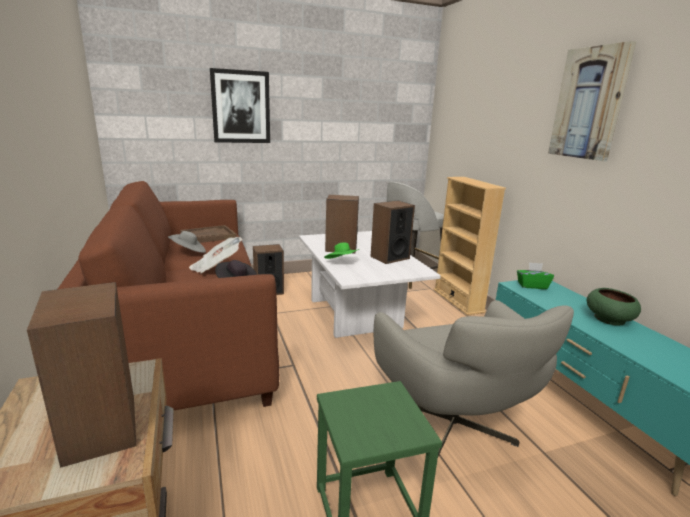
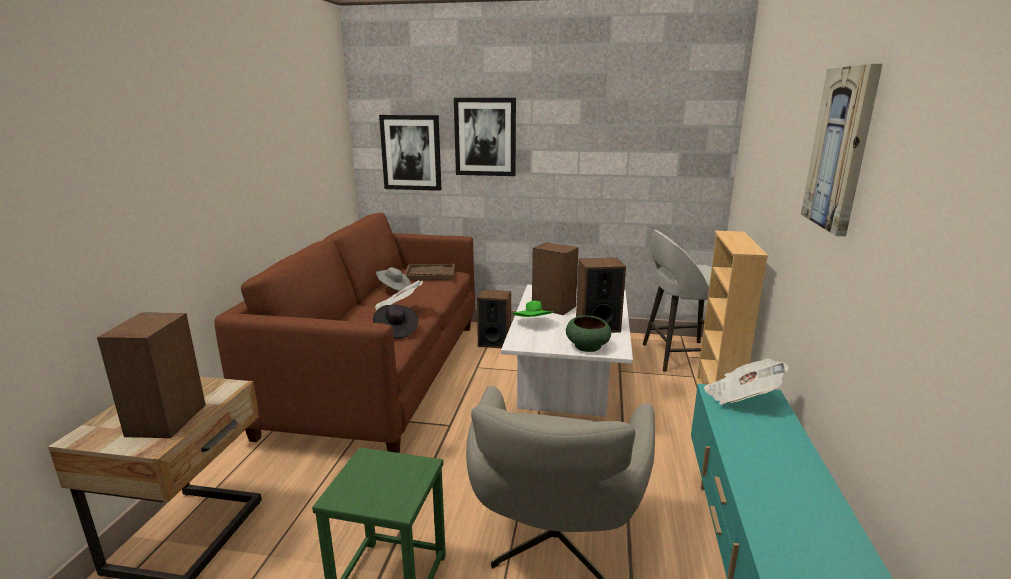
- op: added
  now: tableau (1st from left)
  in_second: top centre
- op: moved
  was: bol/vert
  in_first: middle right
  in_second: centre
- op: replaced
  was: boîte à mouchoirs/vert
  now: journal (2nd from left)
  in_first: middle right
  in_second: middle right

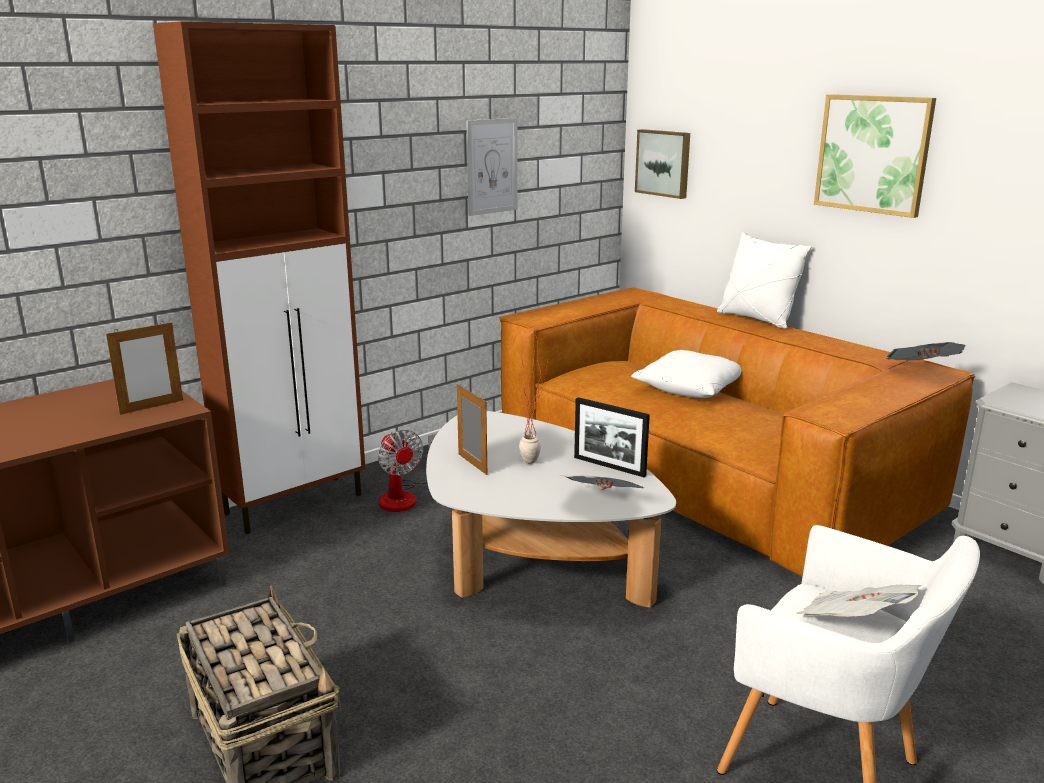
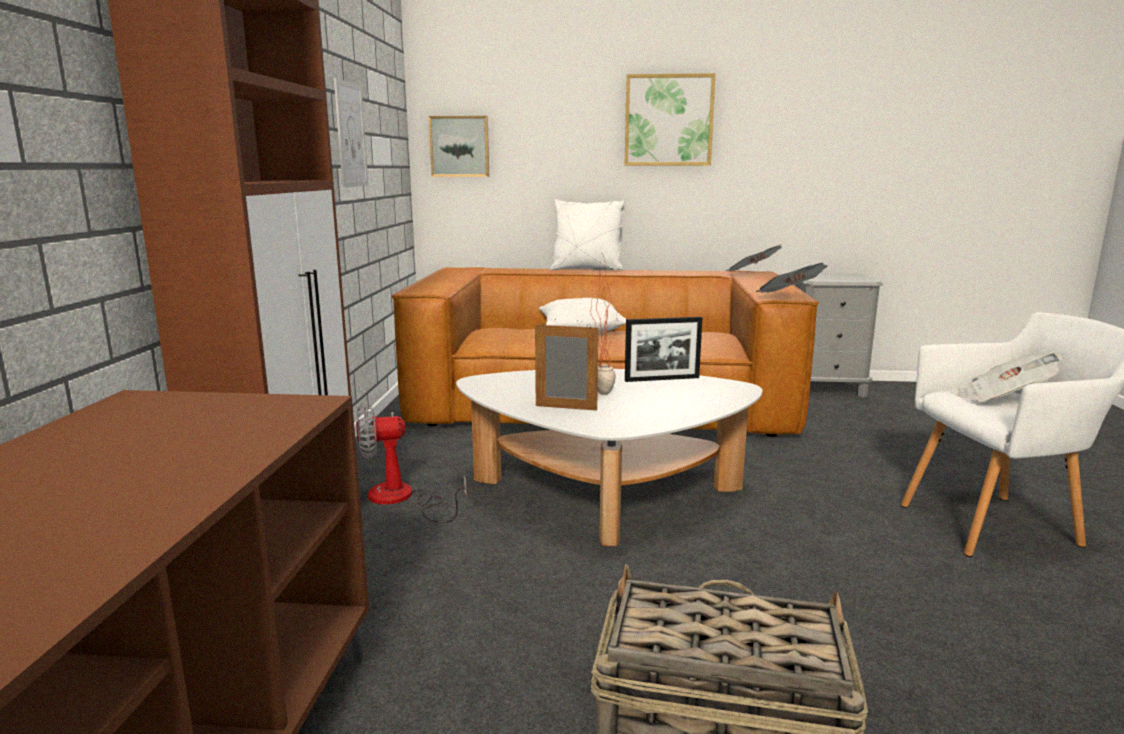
- op: turned
  was: ventilateur
  in_first: centre
  in_second: centre
  clockwise: 150
- op: moved
  was: journal (1st from left in the first image)
  now: journal (2nd from left)
  in_first: centre
  in_second: middle right
- op: removed
  was: cadre photo (1st from left)
  in_first: middle left

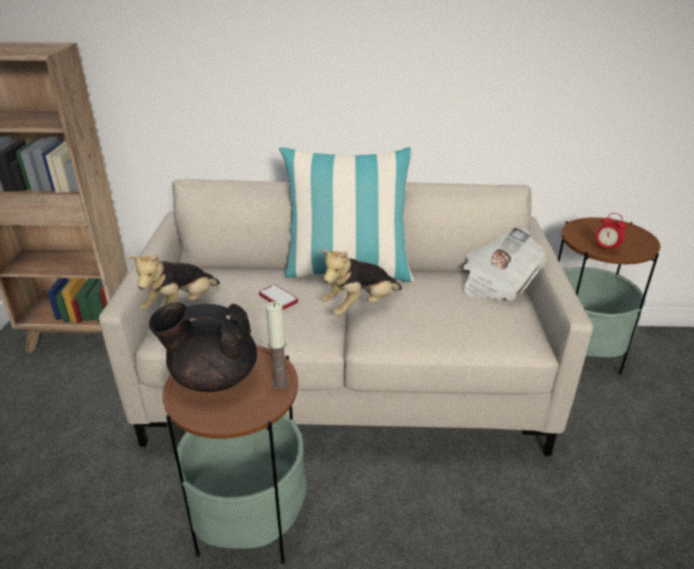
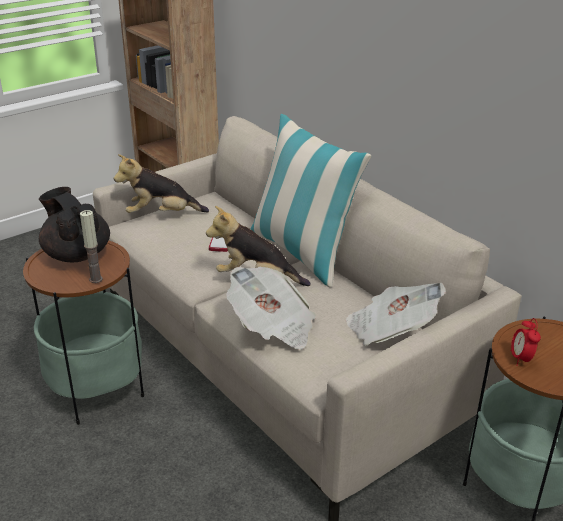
- op: added
  now: journal (1st from left)
  in_second: centre

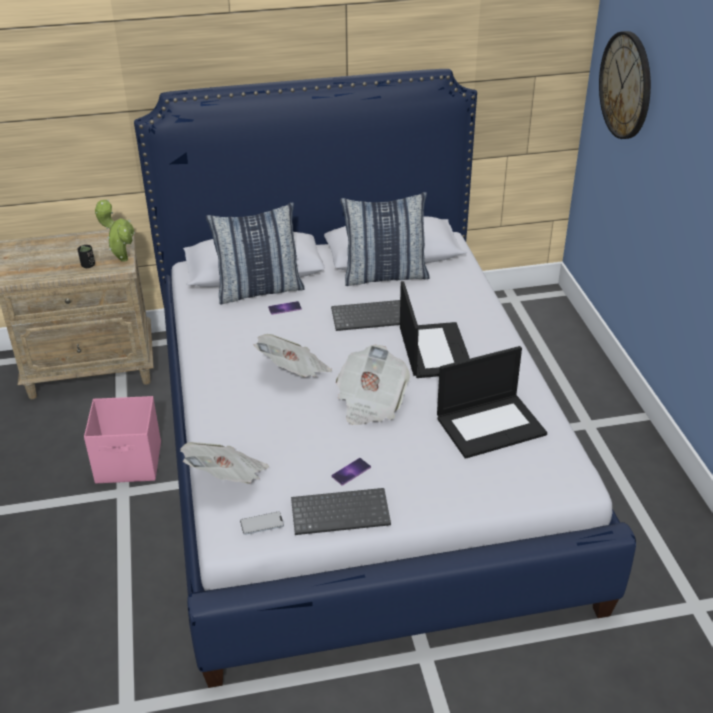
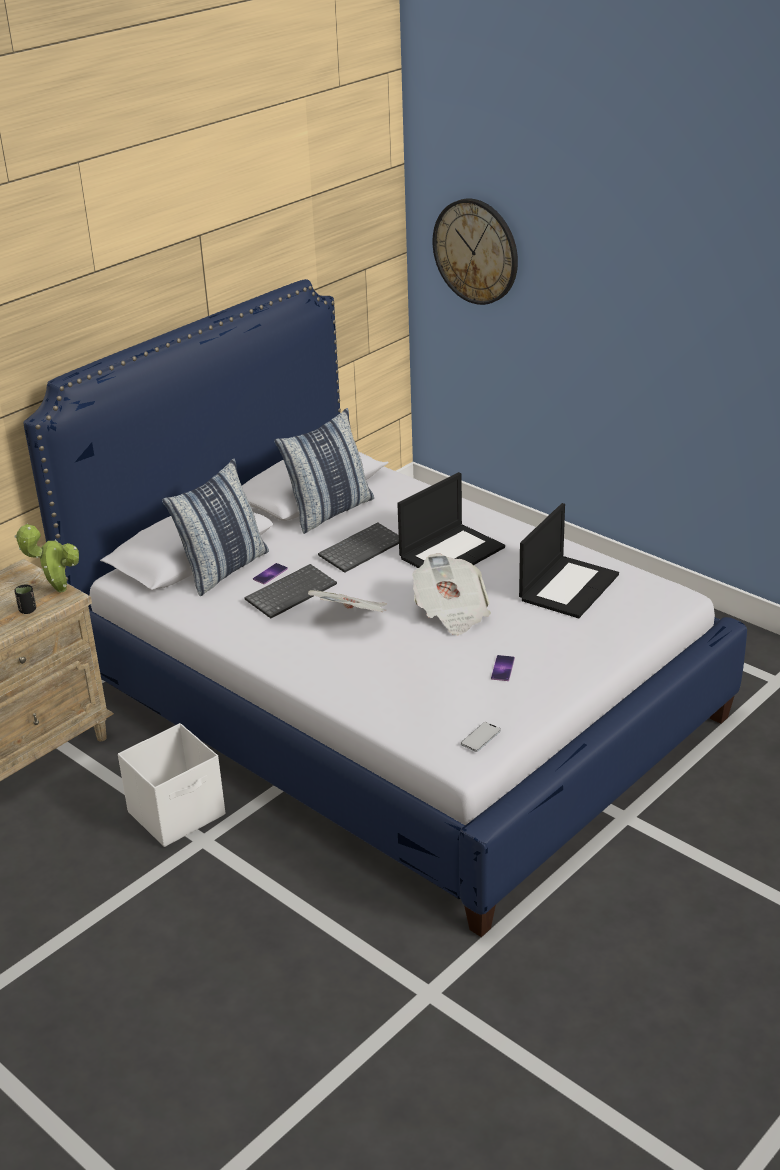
- op: recoloured
  was: boîte de rangement/rose
  now: boîte de rangement/blanc
  in_first: middle left
  in_second: bottom left
- op: moved
  was: clavier (1st from left)
  in_first: bottom centre
  in_second: centre
- op: turned
  was: ordinateur portable (1st from left)
  in_first: centre
  in_second: centre
  clockwise: 90
- op: removed
  was: journal (1st from left)
  in_first: middle left

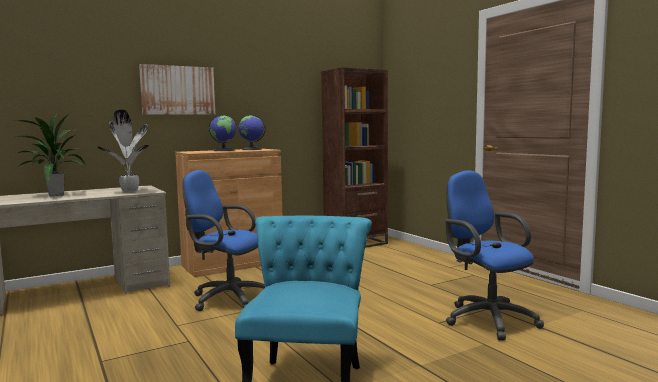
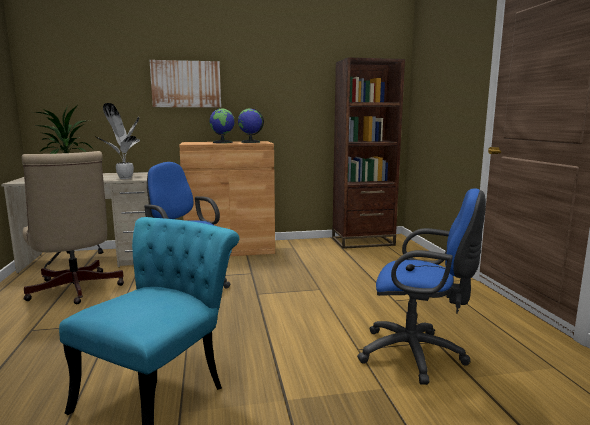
- op: added
  now: chaise de bureau/beige
  in_second: middle left
- op: turned
  was: chaise de bureau/bleu (2nd from left)
  in_first: bottom right
  in_second: bottom right
  clockwise: 120

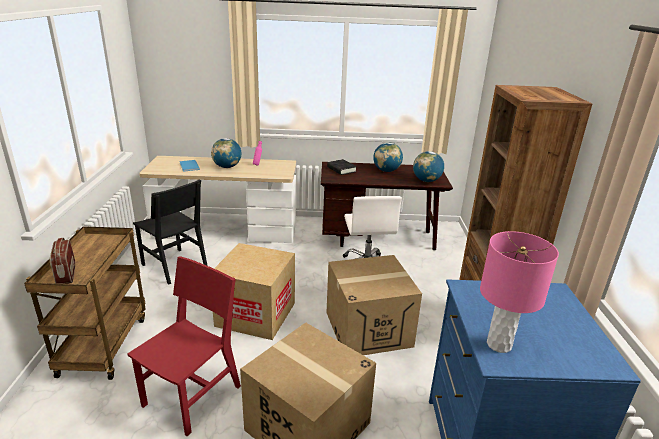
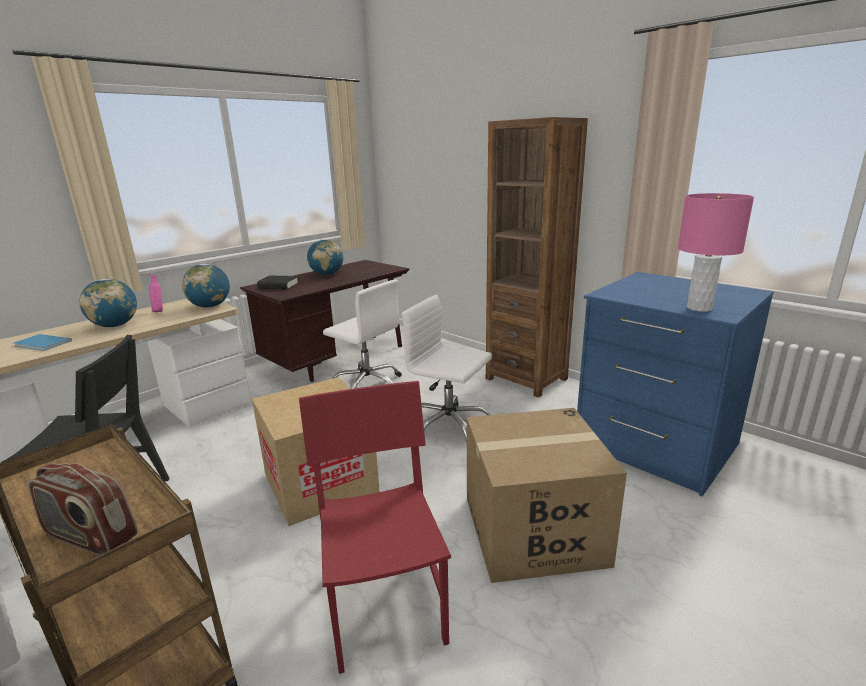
- op: moved
  was: globe (3rd from left in the first image)
  now: globe (2nd from left)
  in_first: centre
  in_second: middle left
- op: replaced
  was: carton (3rd from left)
  now: chaise de bureau/blanc (2nd from left)
  in_first: bottom centre
  in_second: centre

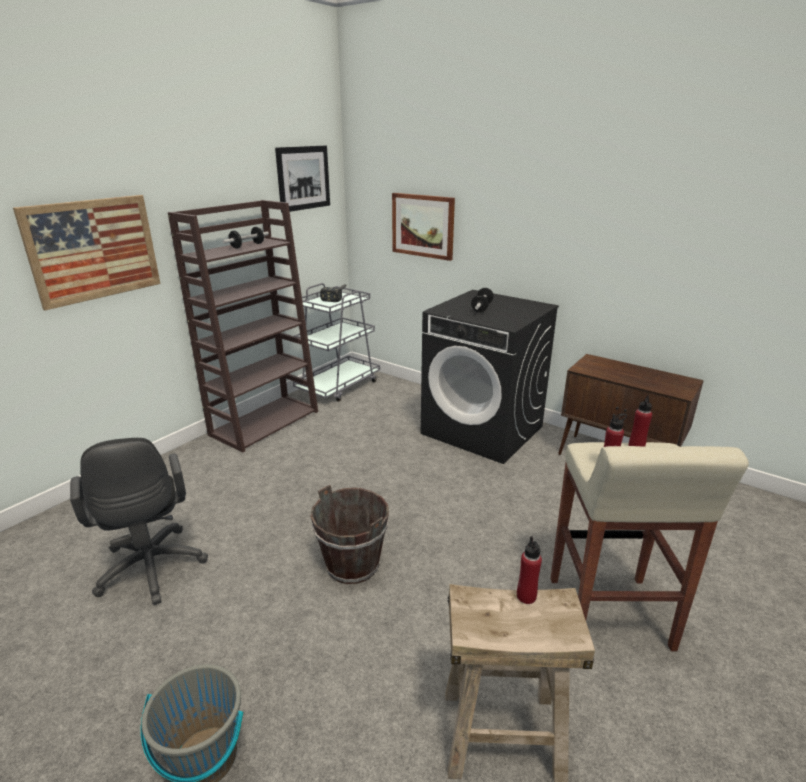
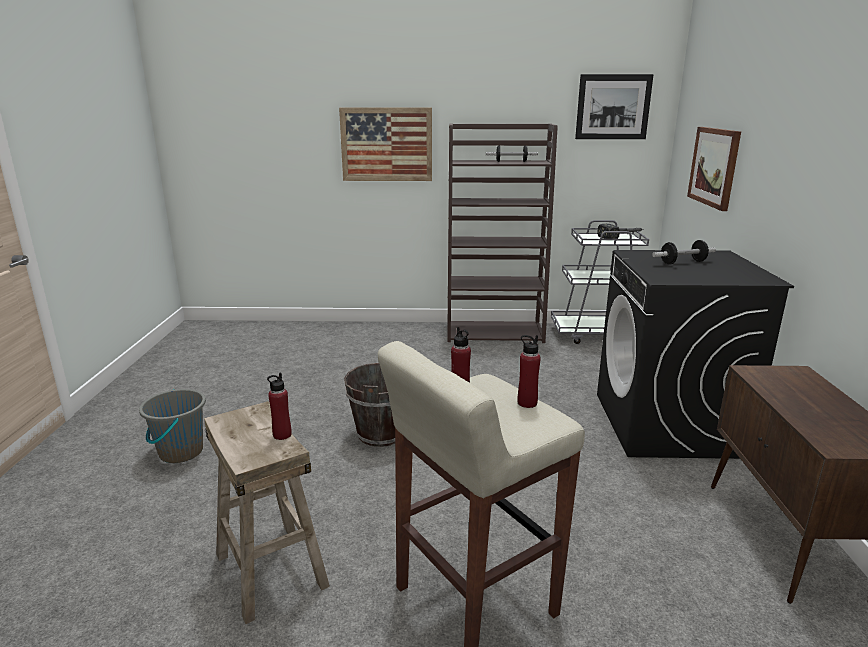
- op: removed
  was: chaise de bureau/noir
  in_first: middle left

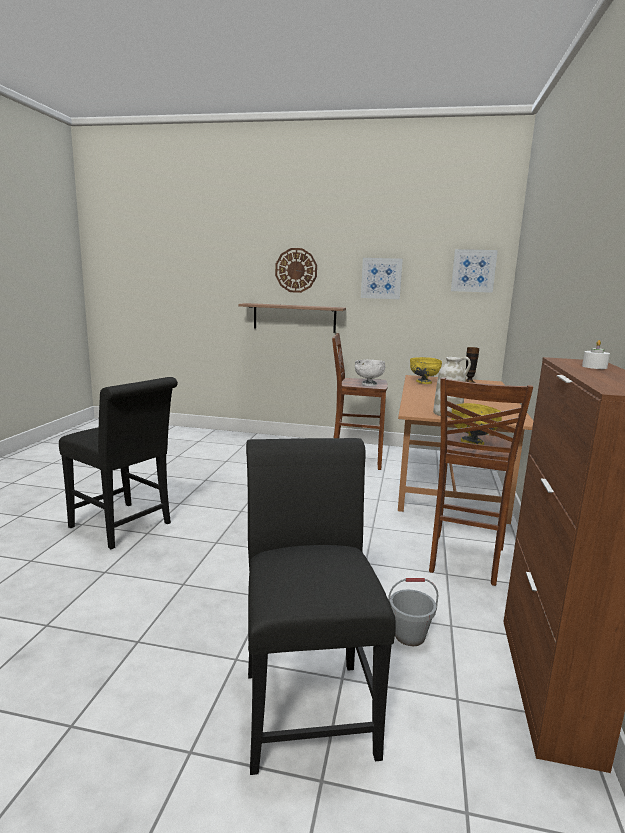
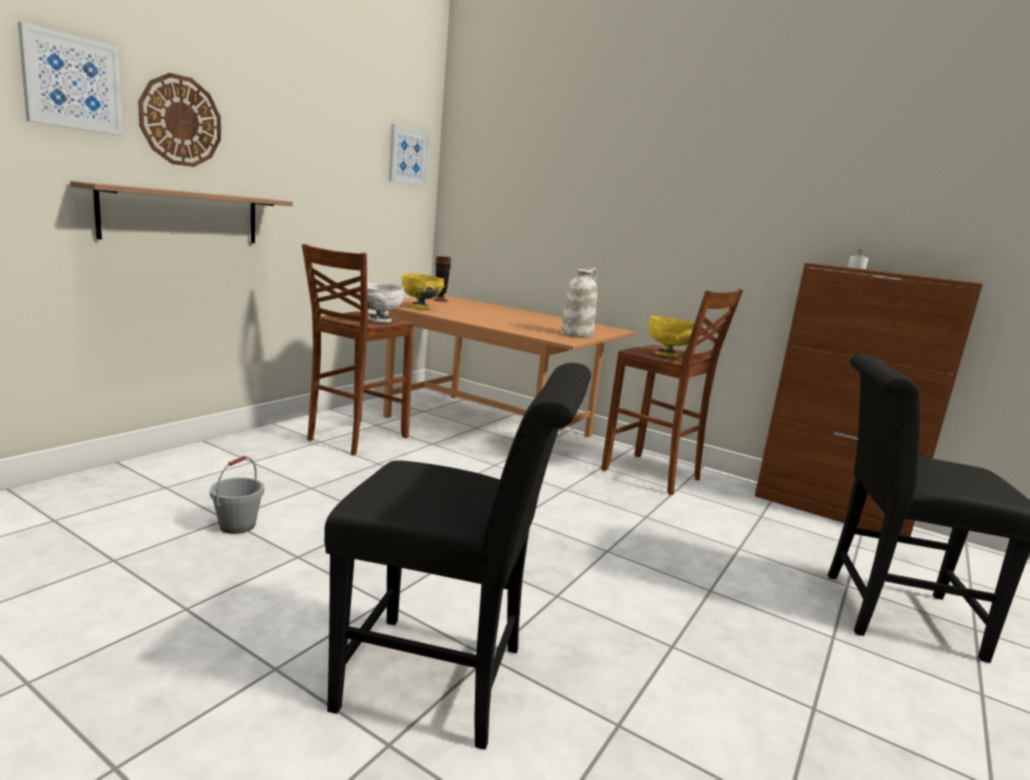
- op: moved
  was: tableau (1st from left)
  in_first: centre
  in_second: top left
- op: moved
  was: seau/gris
  in_first: bottom centre
  in_second: middle left
- op: turned
  was: chaise/noir (1st from left)
  in_first: middle left
  in_second: bottom centre
  clockwise: 45

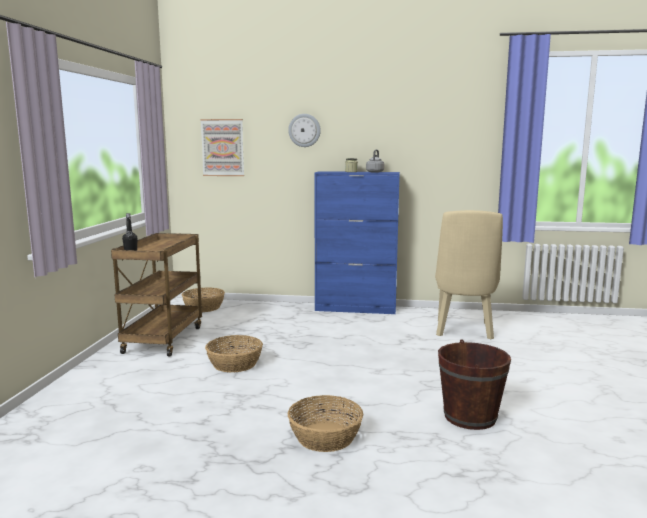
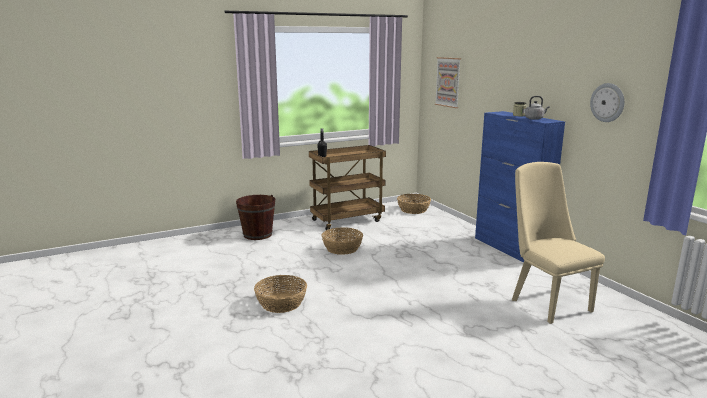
- op: moved
  was: seau/marron
  in_first: bottom right
  in_second: centre
- op: turned
  was: chaise/beige
  in_first: middle right
  in_second: middle right
  clockwise: 90
- op: moved
  was: horloge murale
  in_first: top centre
  in_second: top right

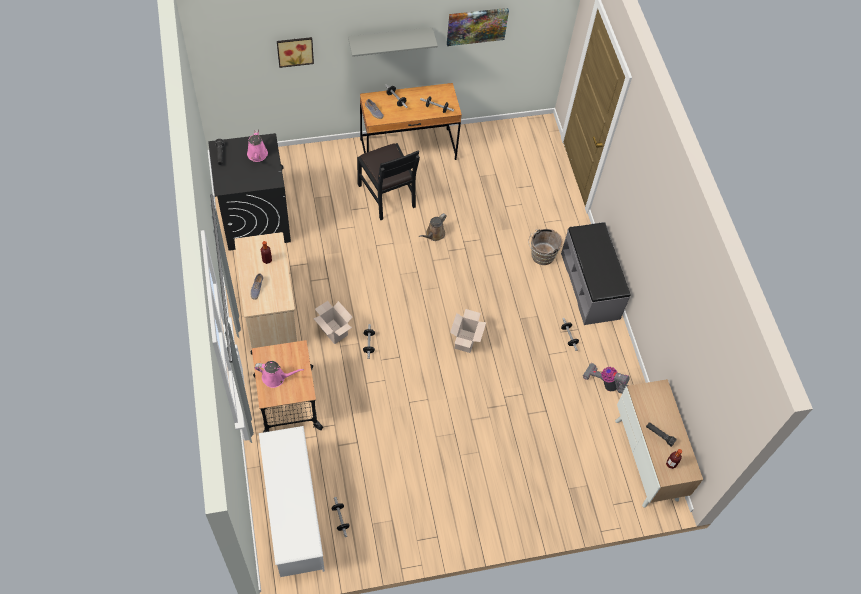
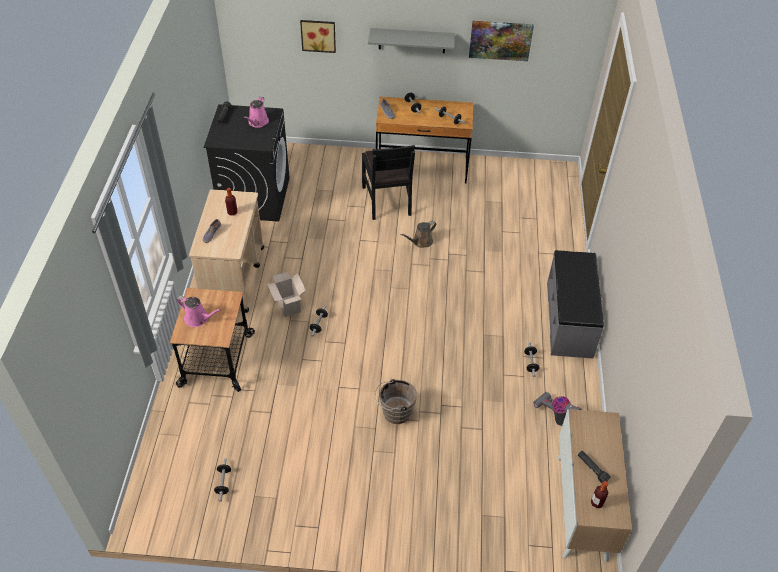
- op: moved
  was: seau/marron
  in_first: centre
  in_second: bottom centre
- op: removed
  was: étagère à chaussures/blanc
  in_first: bottom centre
- op: removed
  was: carton (2nd from left)
  in_first: centre

